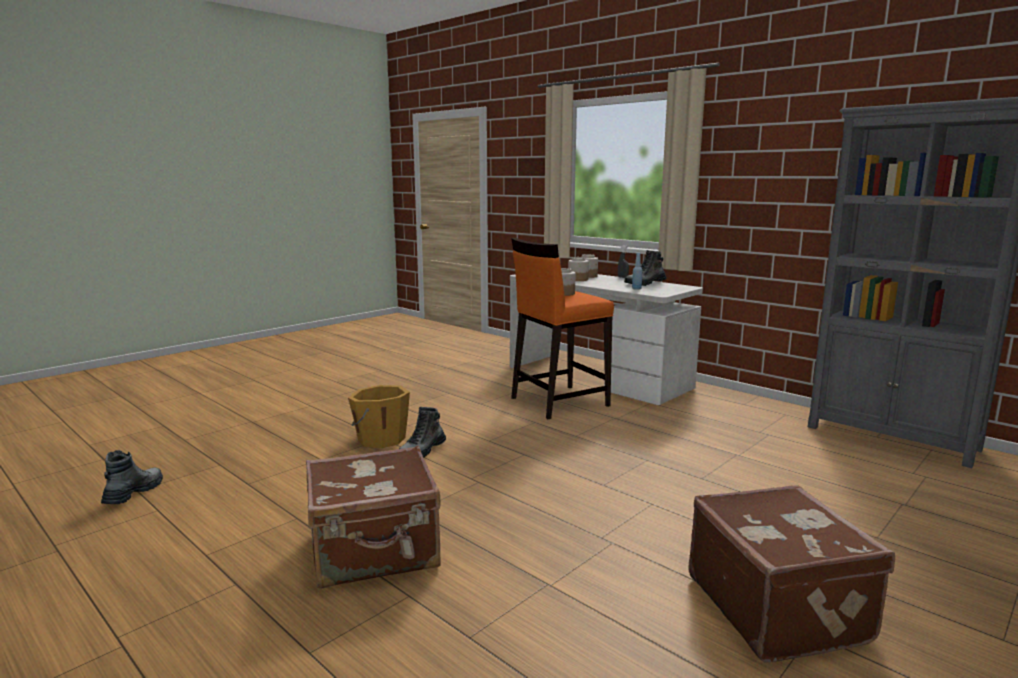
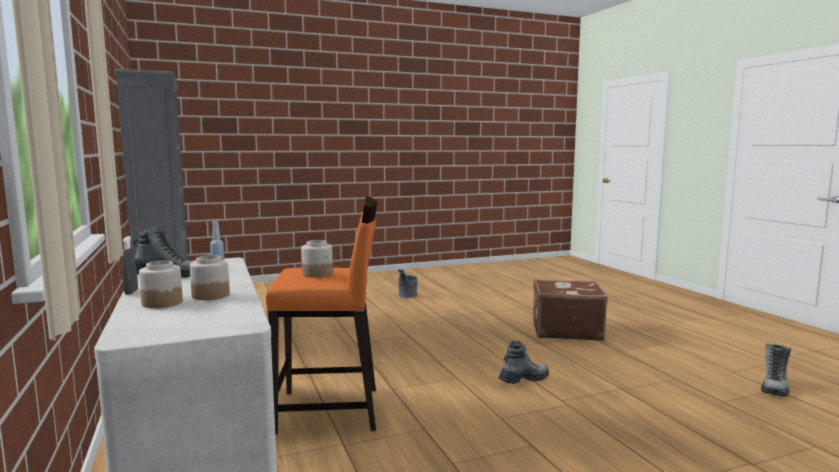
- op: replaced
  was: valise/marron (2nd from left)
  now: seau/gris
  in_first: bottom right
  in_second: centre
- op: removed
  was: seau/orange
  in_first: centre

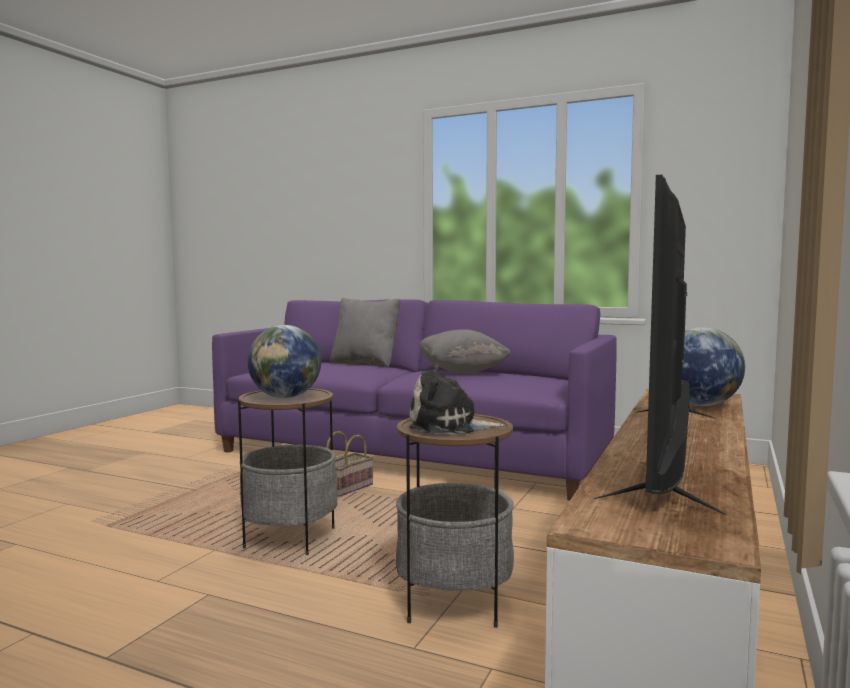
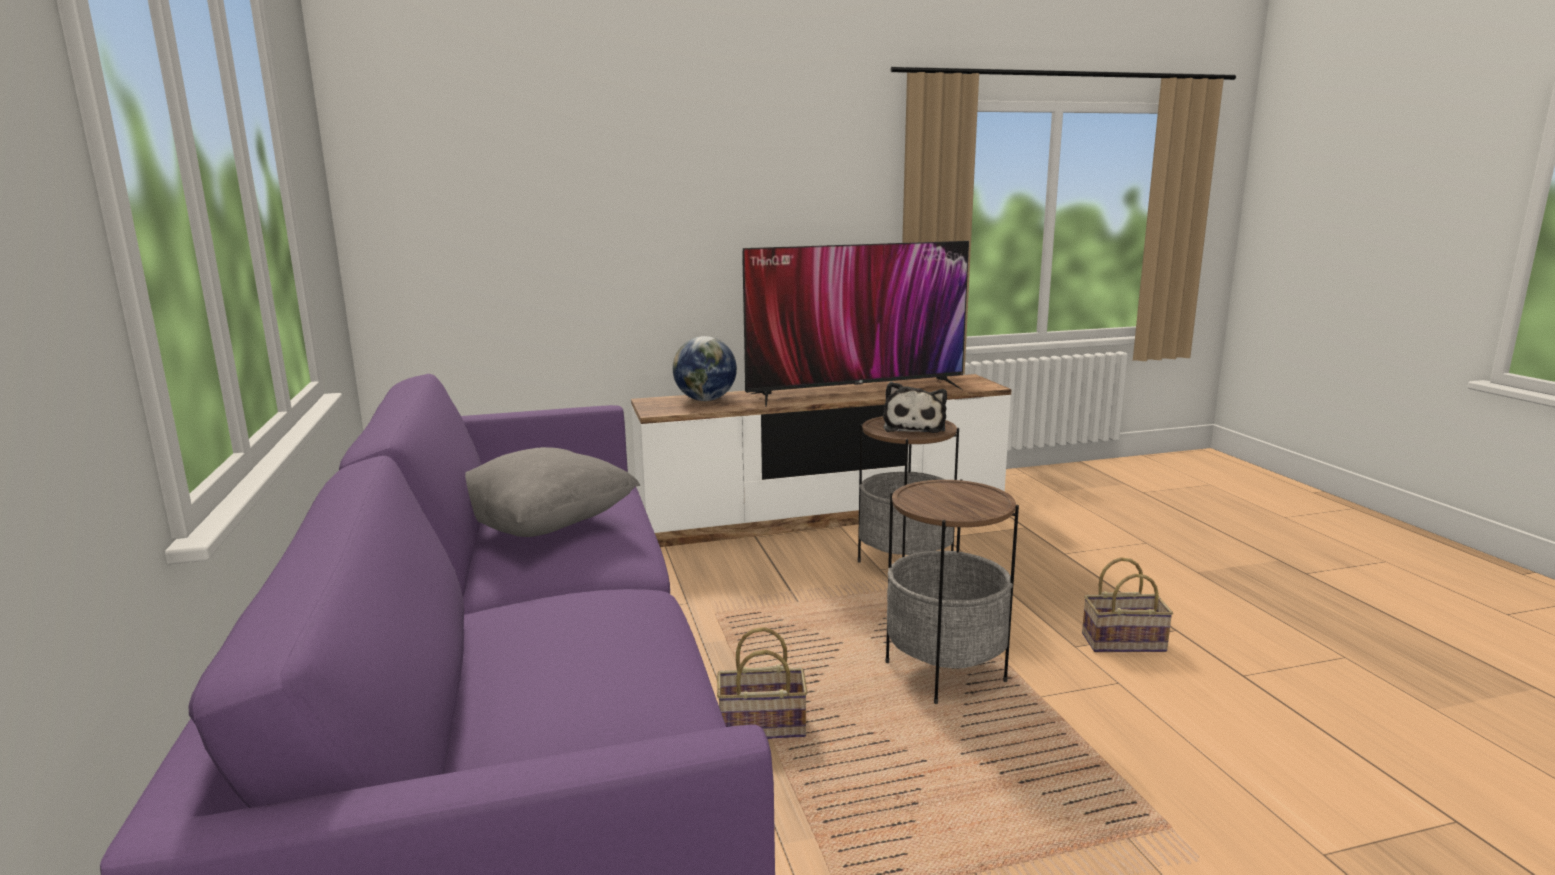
- op: turned
  was: peluche
  in_first: centre
  in_second: centre
  clockwise: 45
- op: added
  now: panier (2nd from left)
  in_second: bottom right
- op: removed
  was: globe (1st from left)
  in_first: centre
- op: removed
  was: coussin/gris (1st from left)
  in_first: centre

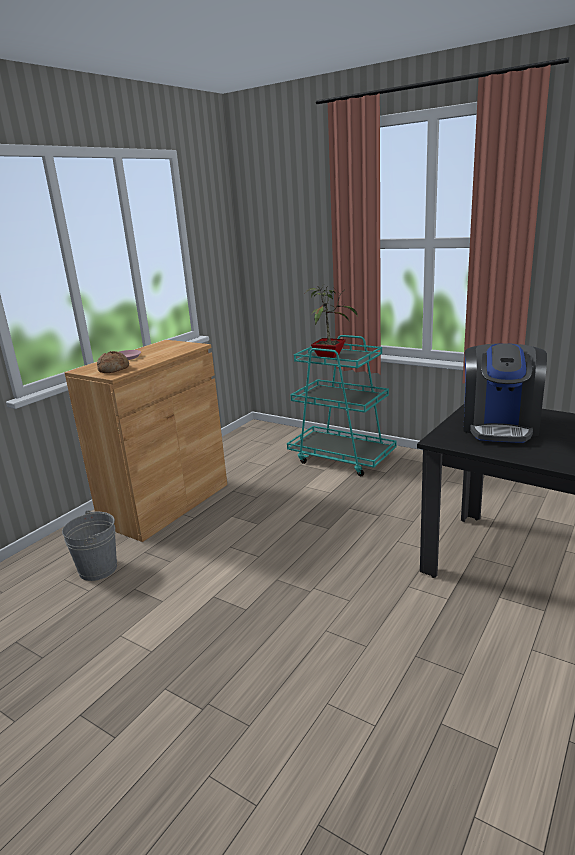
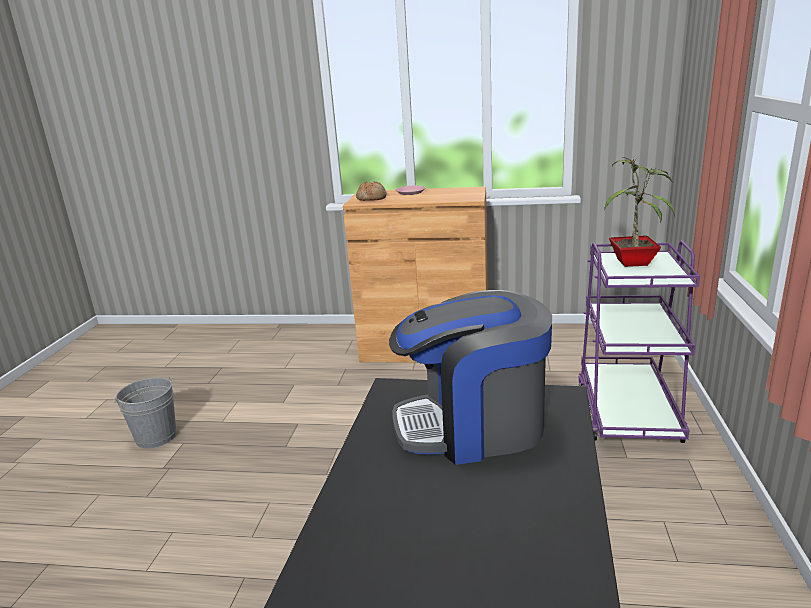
- op: moved
  was: seau/gris
  in_first: middle left
  in_second: bottom left
- op: recoloured
  was: chariot/turquoise
  now: chariot/violet
  in_first: centre
  in_second: middle right

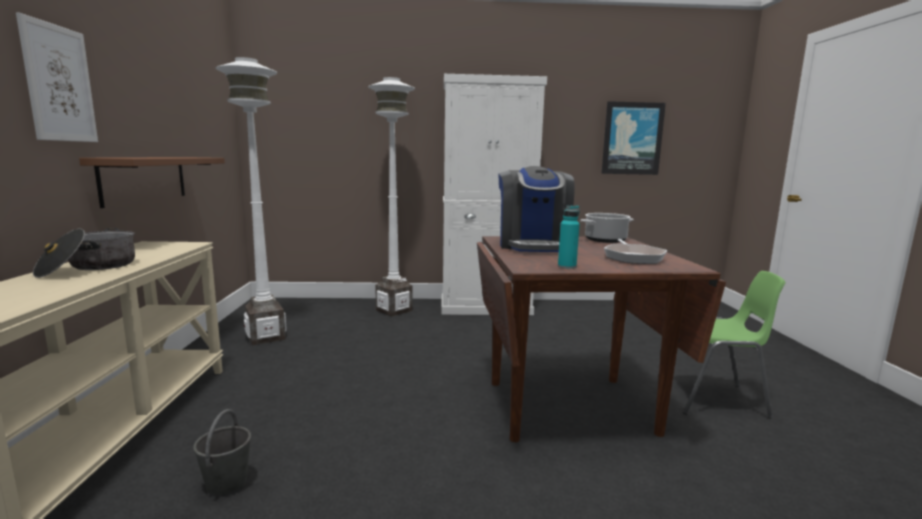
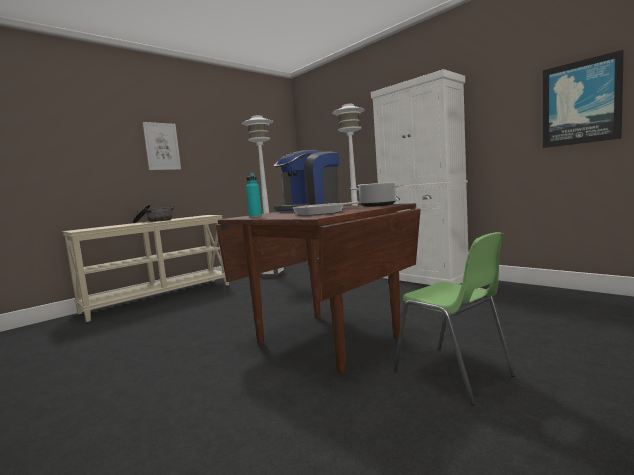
- op: removed
  was: étagère/marron
  in_first: middle left
- op: removed
  was: seau/gris
  in_first: bottom left

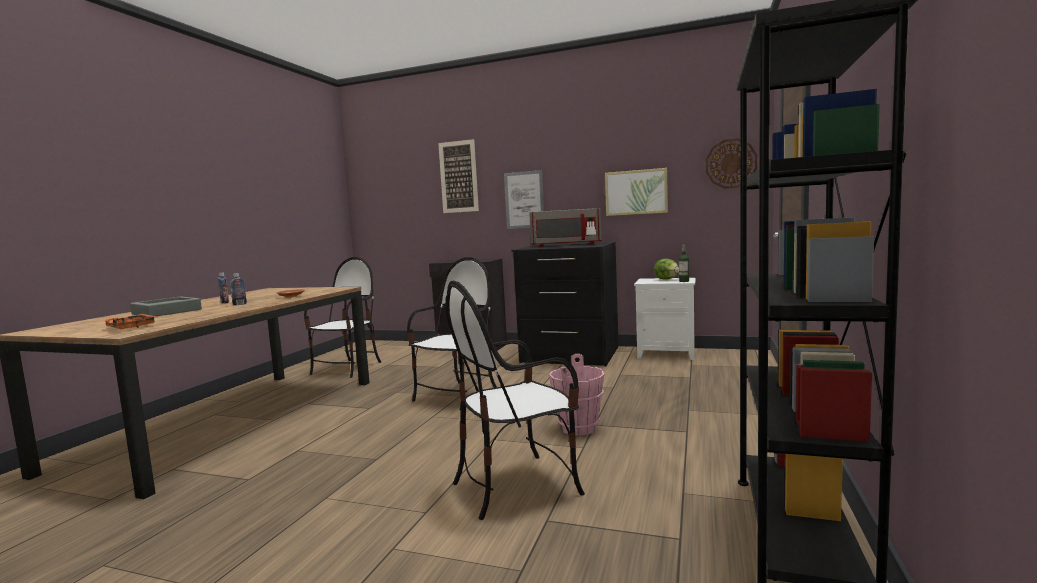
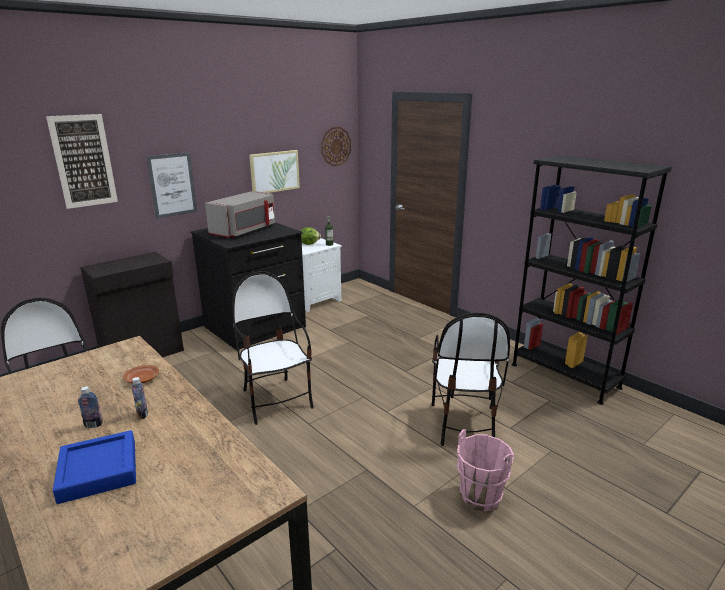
- op: recoloured
  was: plateau/gris
  now: plateau/bleu
  in_first: middle left
  in_second: bottom left
- op: moved
  was: seau/rose
  in_first: bottom centre
  in_second: bottom right
- op: removed
  was: plateau/orange
  in_first: middle left

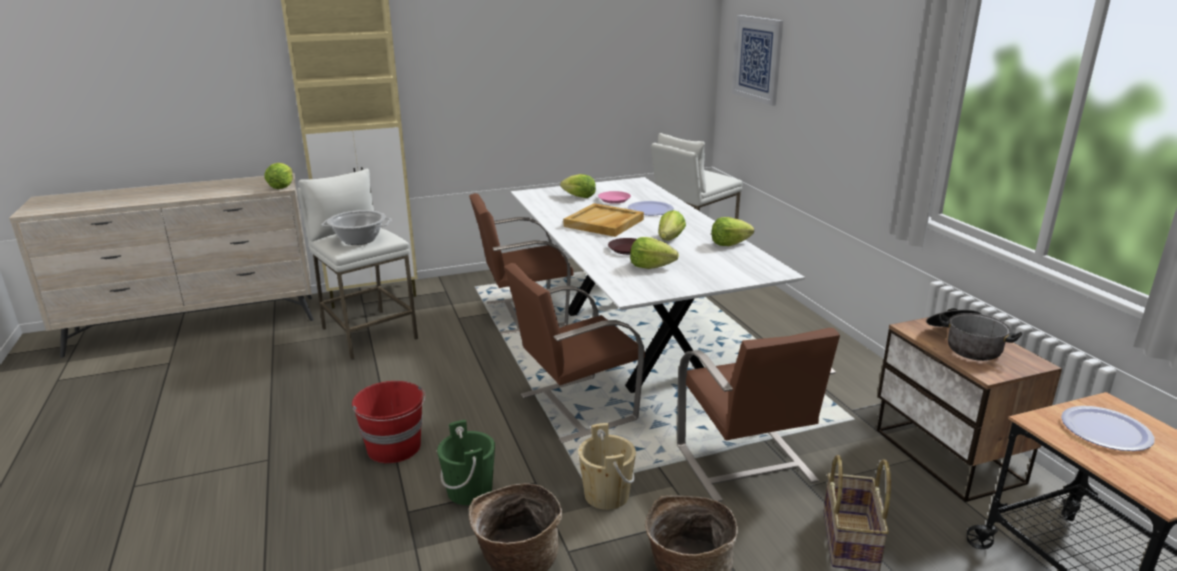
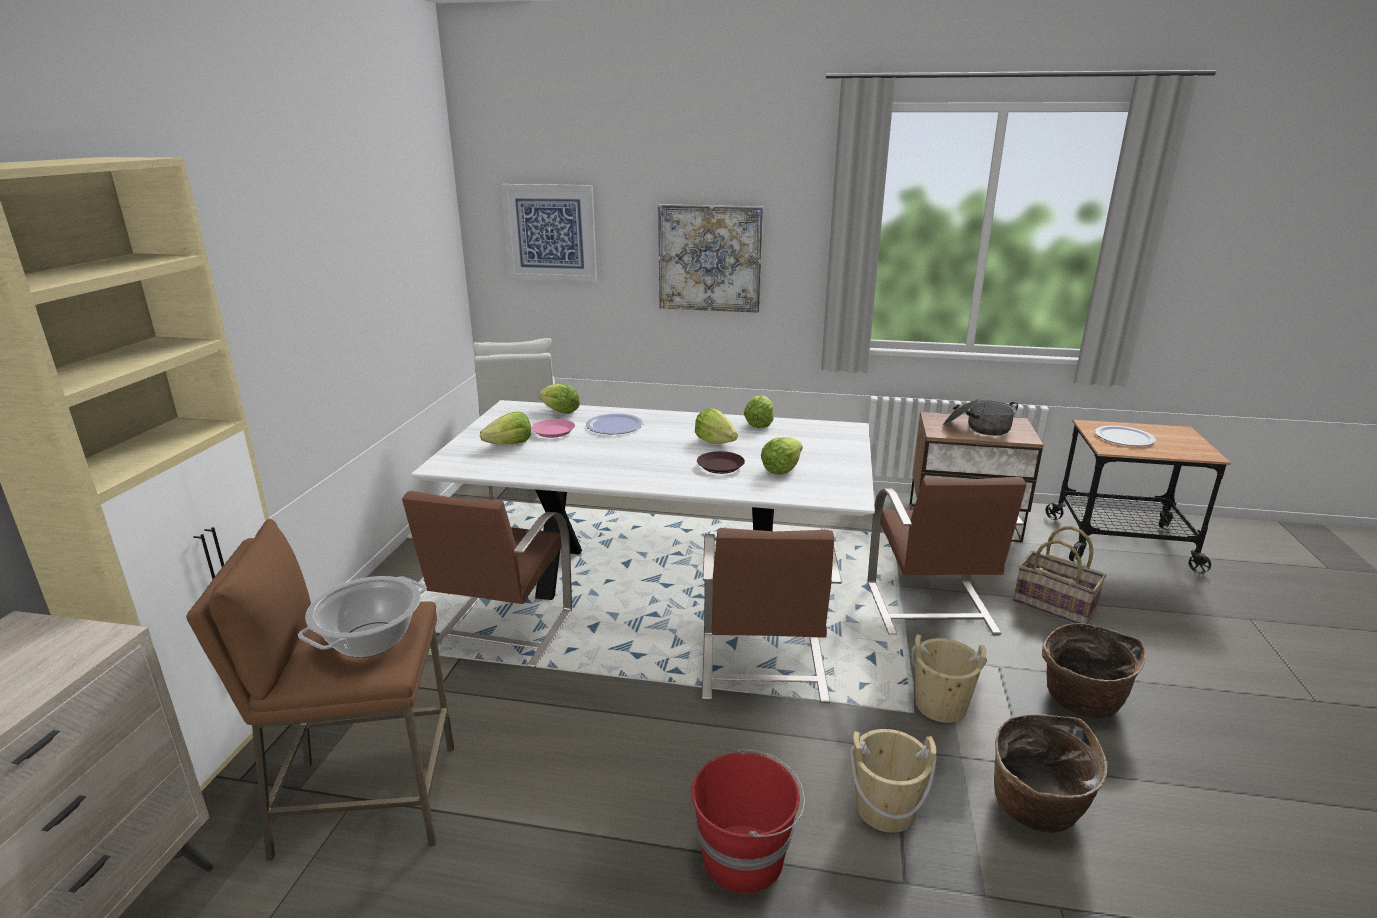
- op: recoloured
  was: tabouret/blanc (1st from left)
  now: tabouret/marron
  in_first: middle left
  in_second: bottom left
- op: moved
  was: laitue (1st from left in the first image)
  now: laitue (2nd from left)
  in_first: top left
  in_second: centre
- op: added
  now: tableau (2nd from left)
  in_second: top centre
- op: recoloured
  was: seau/vert
  now: seau/beige (1st from left)
  in_first: bottom centre
  in_second: bottom centre
- op: turned
  was: chaise/marron (3rd from left)
  in_first: bottom centre
  in_second: middle right
  clockwise: 75
- op: removed
  was: plateau/beige
  in_first: centre

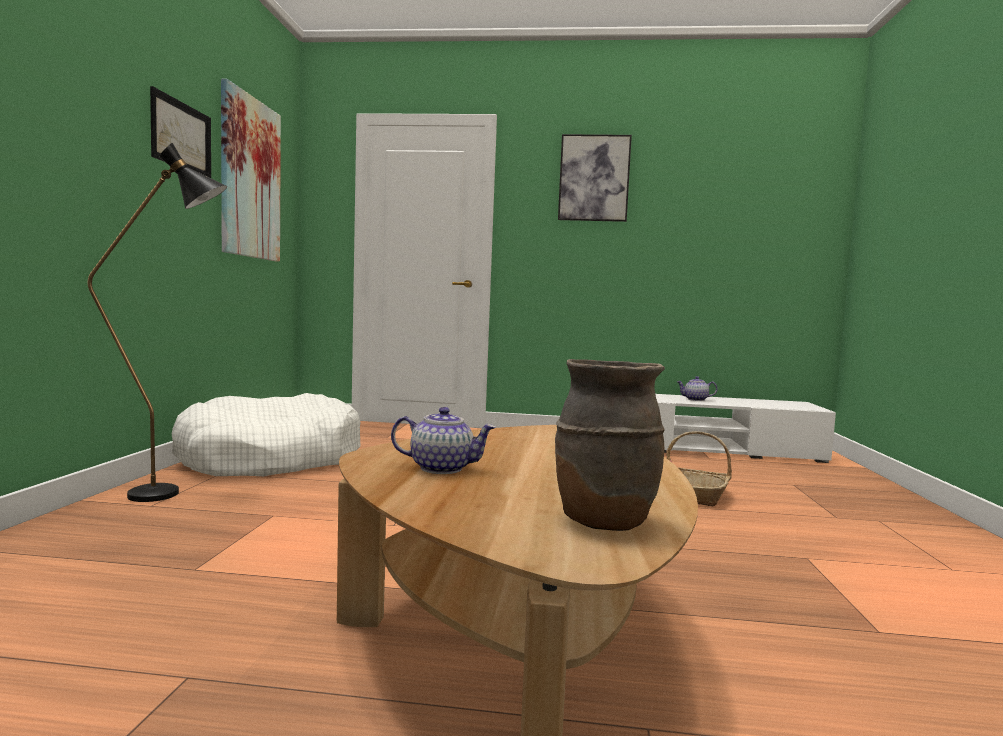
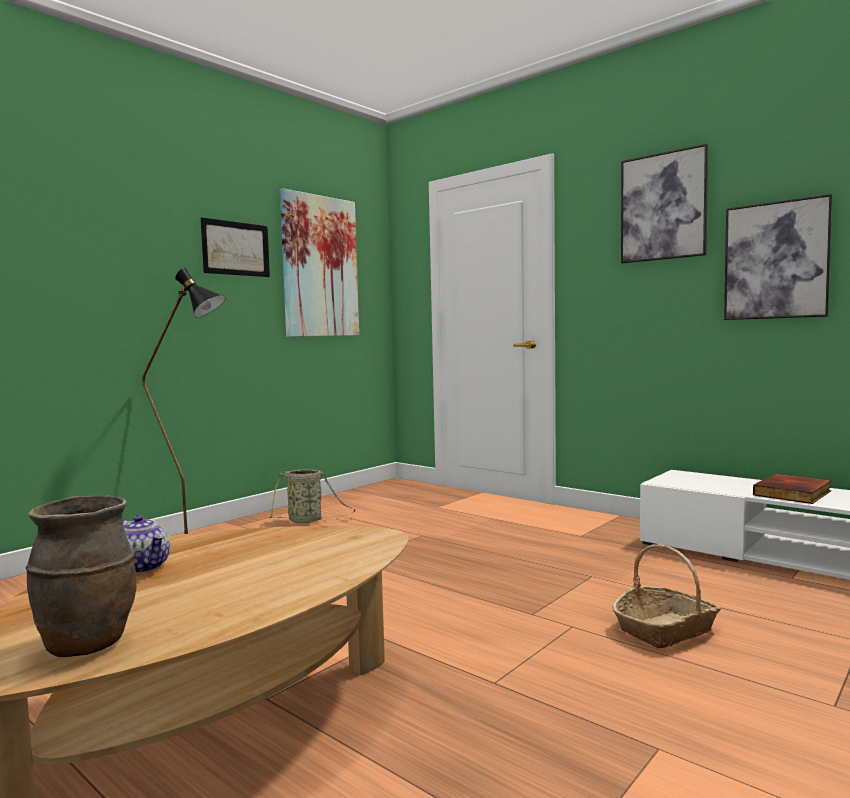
- op: replaced
  was: panier pour chien/blanc
  now: panier (1st from left)
  in_first: middle left
  in_second: centre
- op: added
  now: tableau (4th from left)
  in_second: top right
- op: replaced
  was: théière (2nd from left)
  now: livre
  in_first: middle right
  in_second: middle right

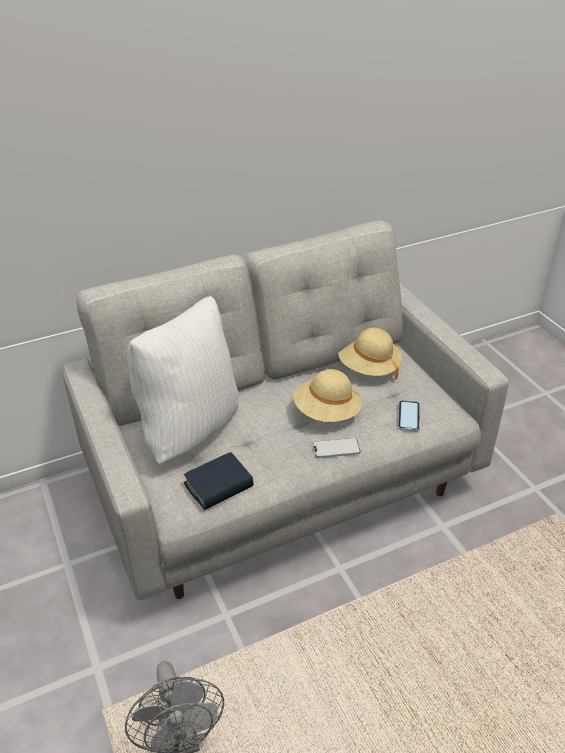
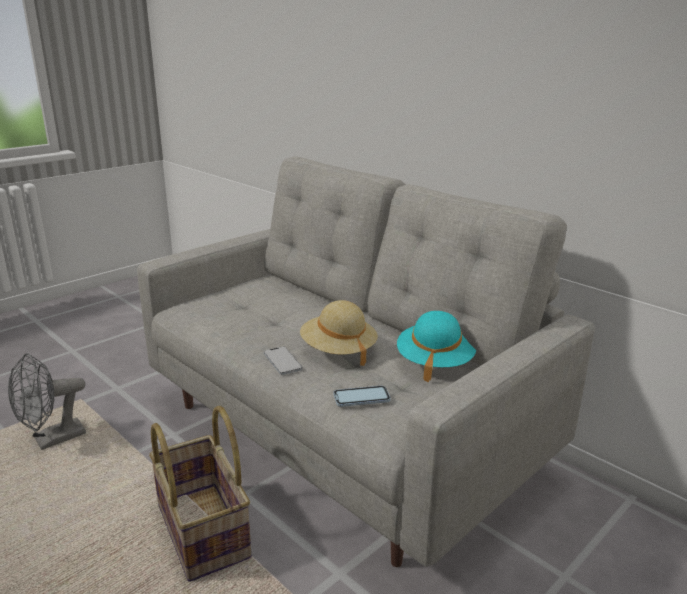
- op: added
  now: panier
  in_second: bottom left
- op: recoloured
  was: chapeau/beige (2nd from left)
  now: chapeau/turquoise
  in_first: centre
  in_second: centre
- op: removed
  was: coussin/blanc
  in_first: middle left
- op: removed
  was: livre
  in_first: centre

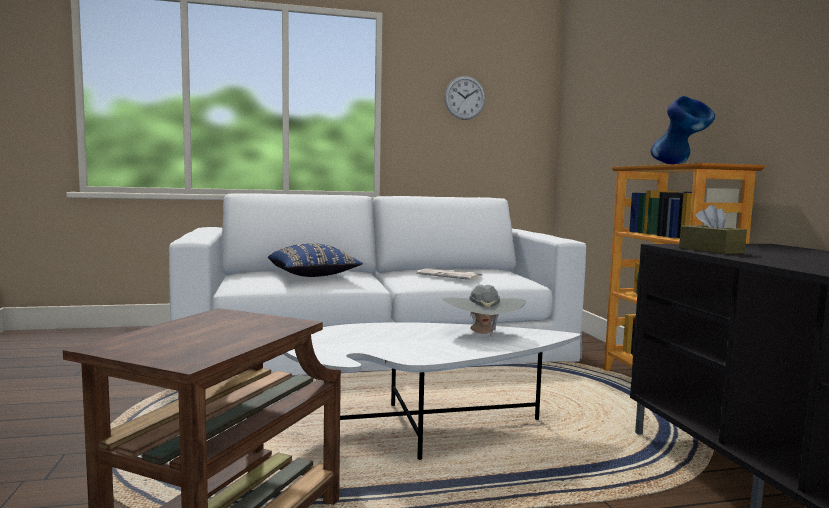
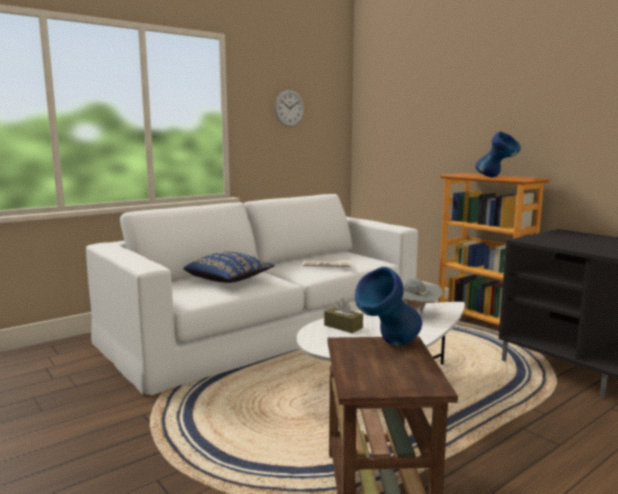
- op: moved
  was: boîte à mouchoirs/marron
  in_first: middle right
  in_second: centre
- op: added
  now: vase/bleu (1st from left)
  in_second: centre

